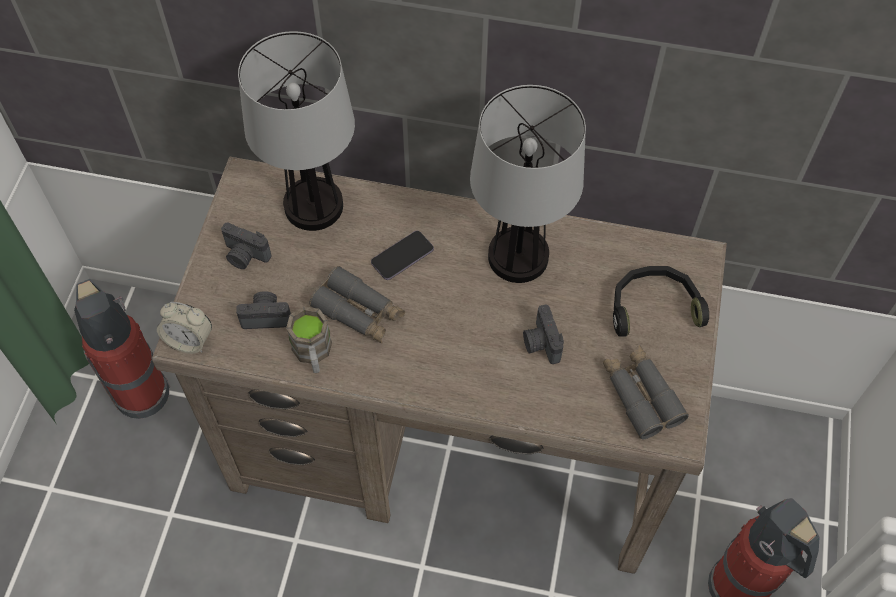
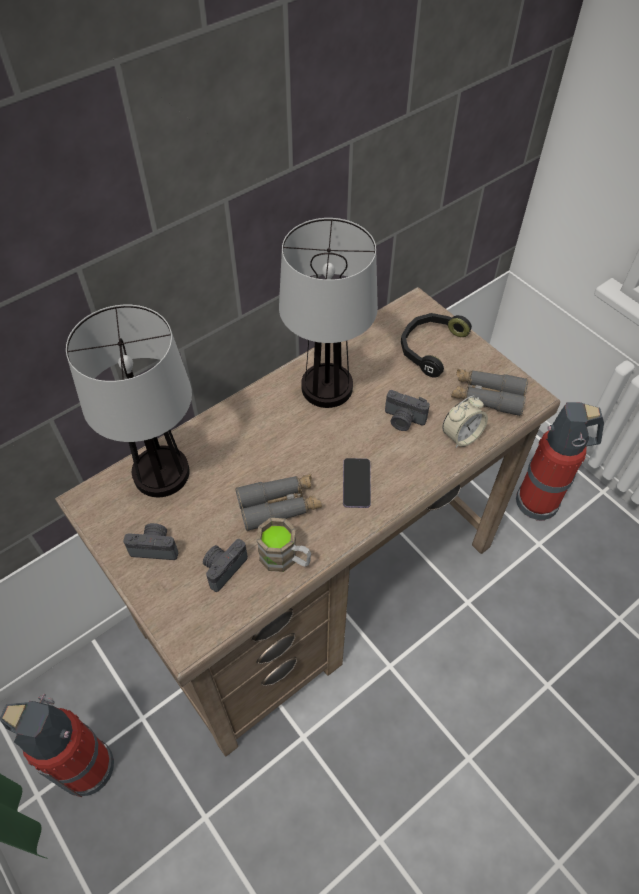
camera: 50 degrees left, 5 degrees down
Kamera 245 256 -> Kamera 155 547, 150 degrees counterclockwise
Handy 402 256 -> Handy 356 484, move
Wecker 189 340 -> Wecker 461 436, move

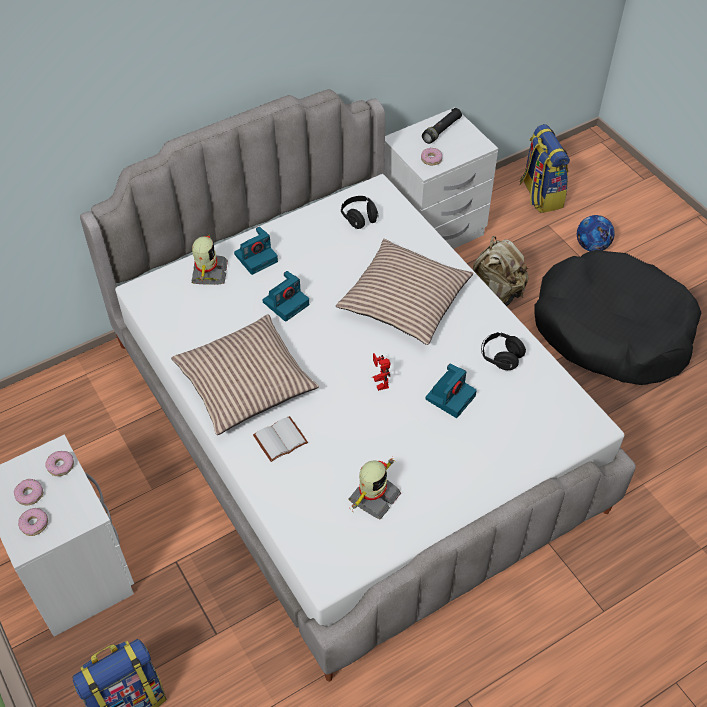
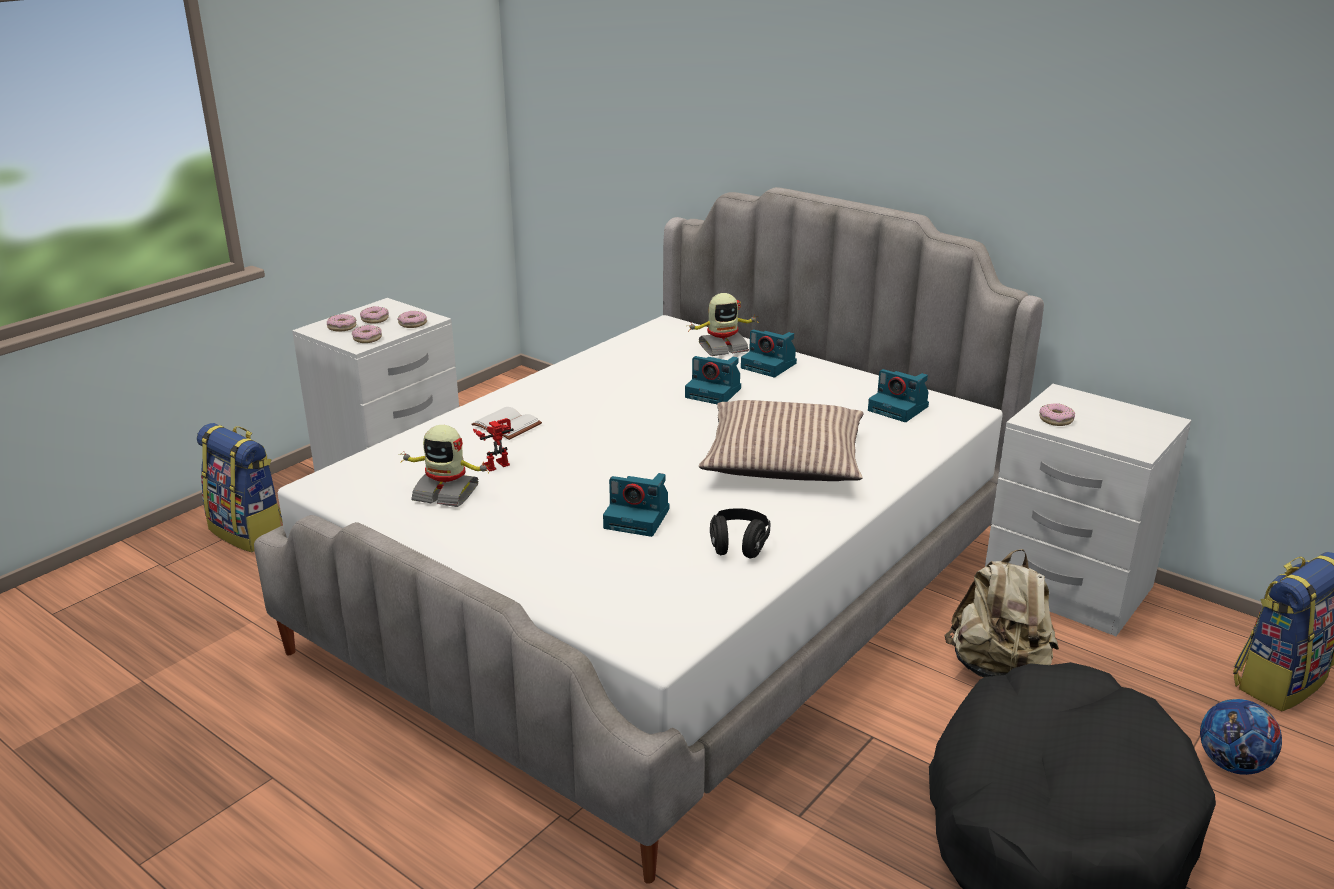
camera: 70 degrees right, 25 degrees down
Taschenlampe [schwarz] 441 130 -> none
Kopfhörer [schwarz] 359 218 -> Kamera 899 408
Kissen 245 382 -> none
Spielzeugroboter 378 382 -> Spielzeugroboter 496 463, move
none -> Donut 367 339

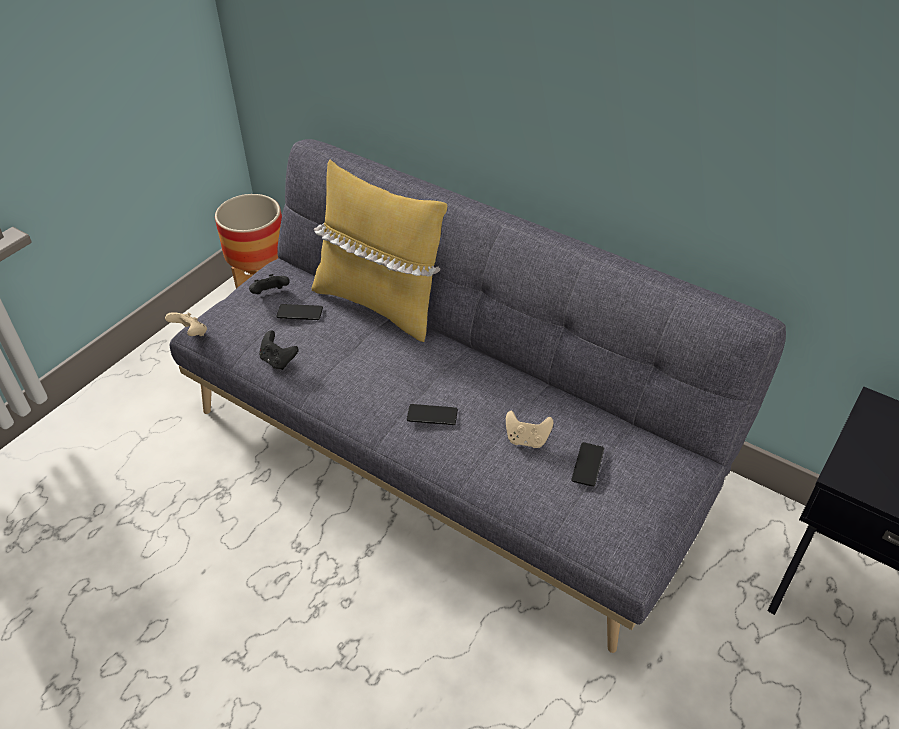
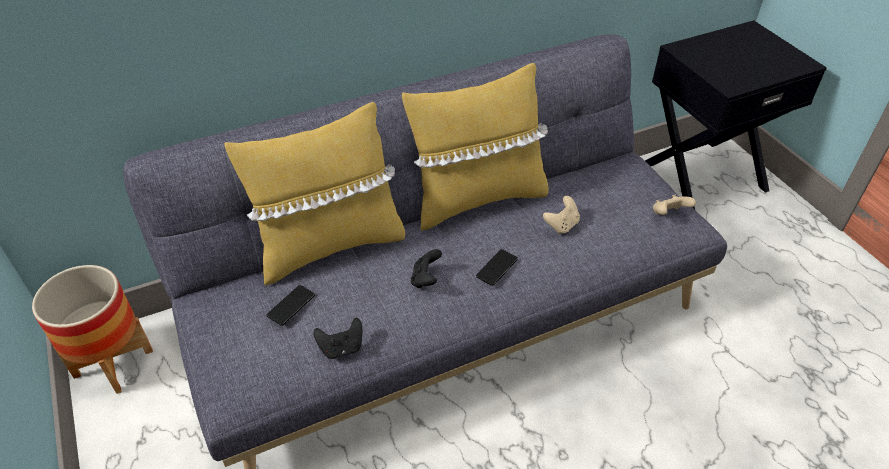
camera: 60 degrees left, 0 degrees up
Gamepad [schwarz] 270 294 -> Gamepad [schwarz] 426 279, move
Gamepad [beige] 191 334 -> Gamepad [beige] 668 214, move
Handy 587 465 -> none
none -> Kissen [gelb] 477 199

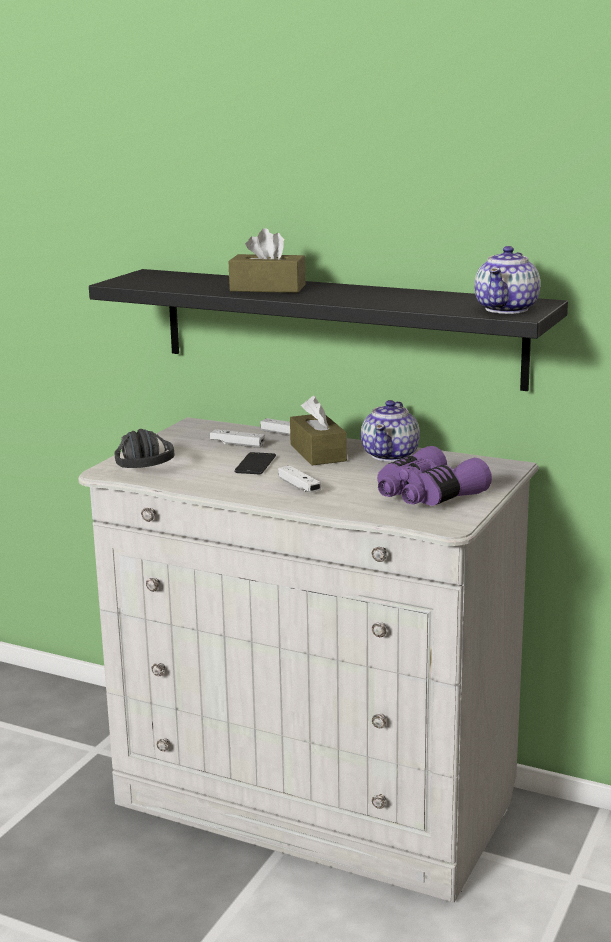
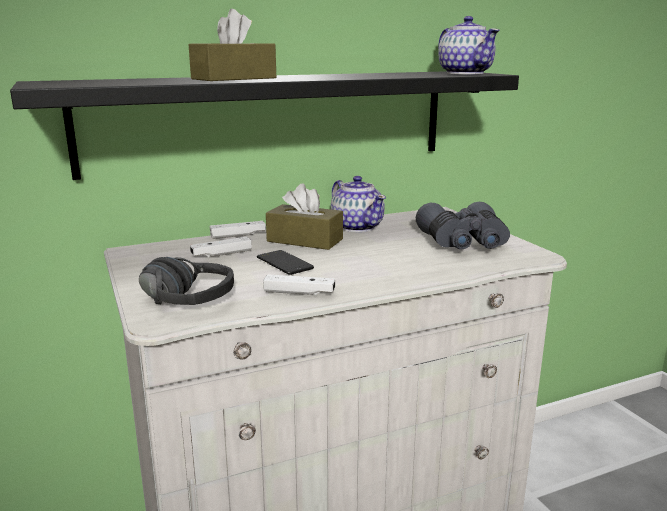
camera: 50 degrees left, 0 degrees up
Fernglas [lila] 427 496 -> Fernglas [grau] 463 243
Gamepad [weiß] 299 486 -> Gamepad [weiß] 299 292, move

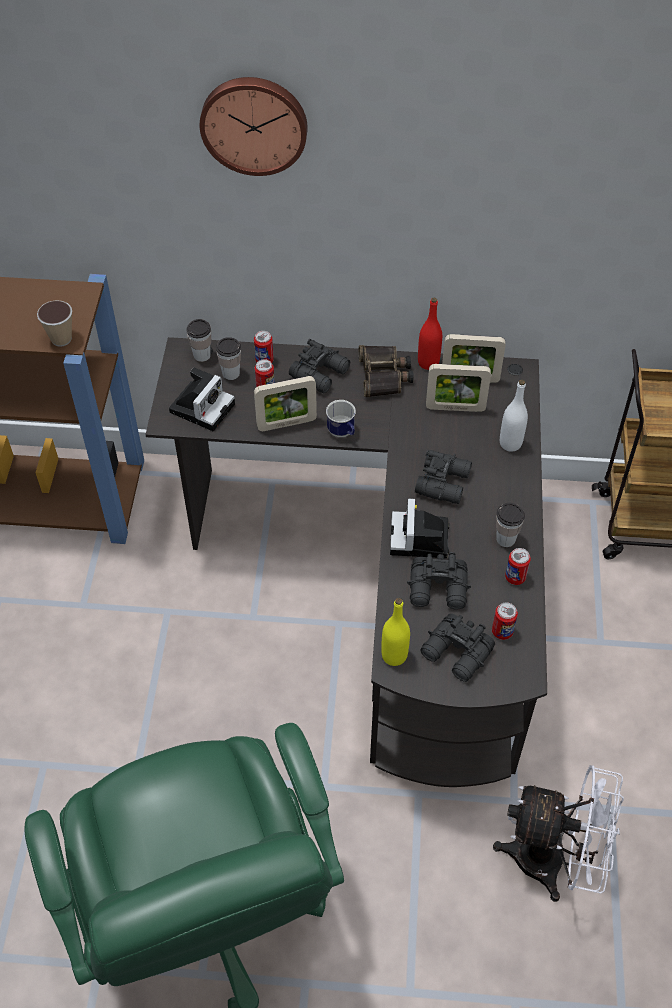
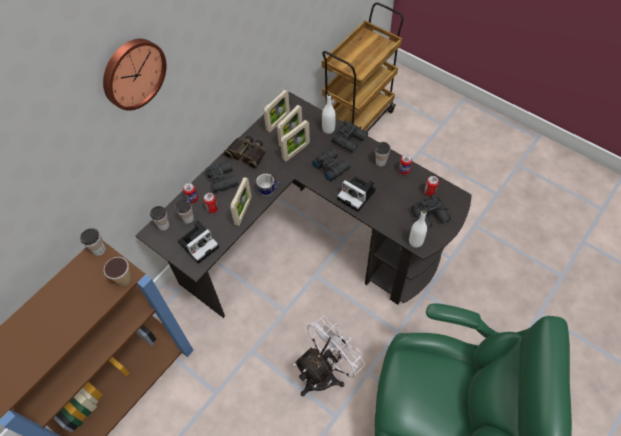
camera: 55 degrees left, 5 degrees up
Flasche [rot] 428 362 -> none
Kamera 203 406 -> Kamera 199 243, 75 degrees clockwise
Fernglas [schwarz] 439 590 -> Fernglas [schwarz] 350 140, move
Flasche [gelb] 394 655 -> Flasche [weiß] 415 241
Ventilator [weiß] 553 861 -> Ventilator [weiß] 325 372, move
none -> Bilderrahmen 296 152
none -> Tasse 99 250

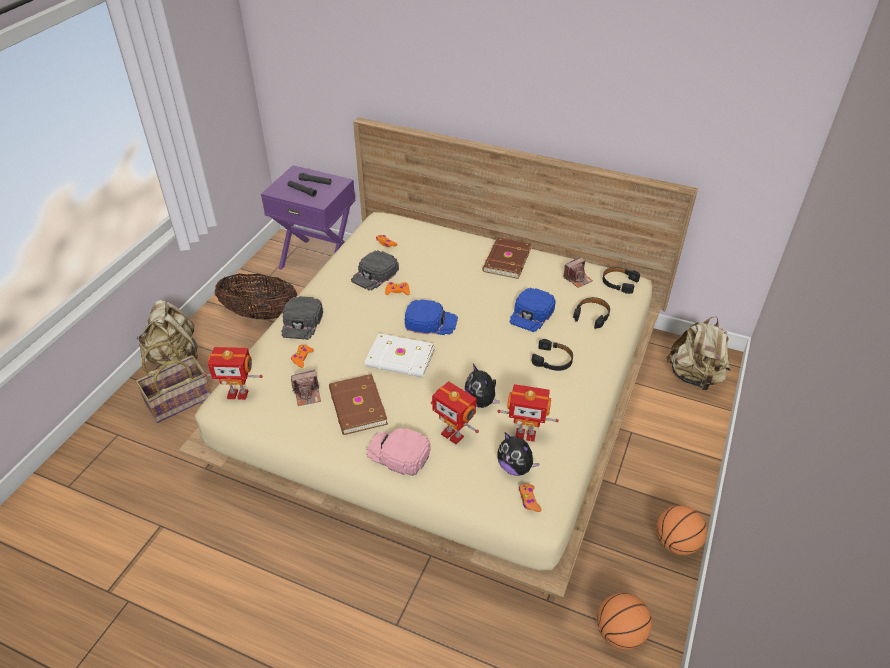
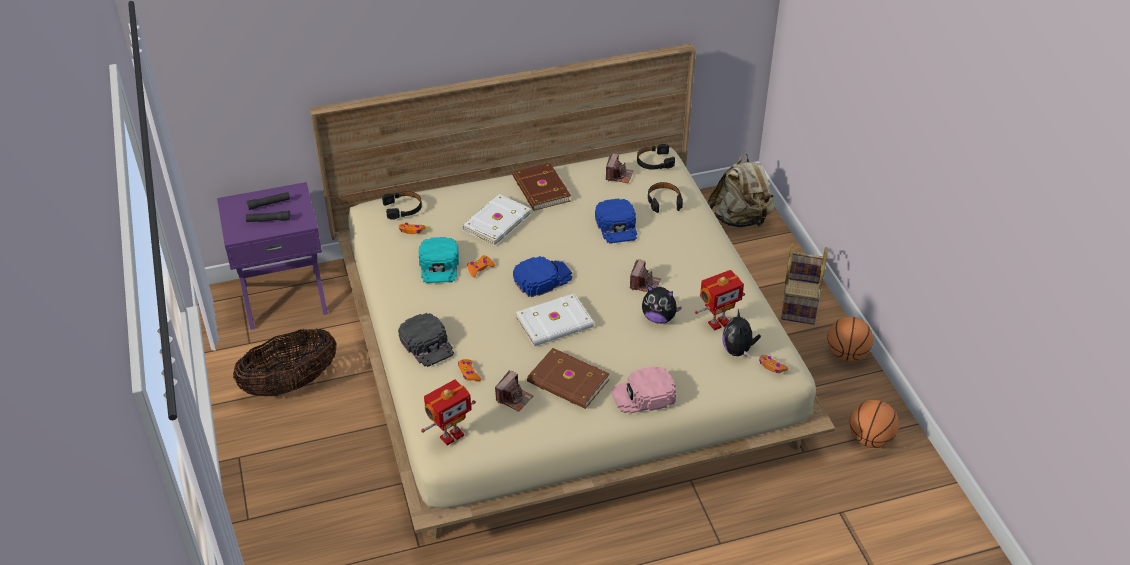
camera: 40 degrees left, 0 degrees up
Kappe [schwarz] 375 274 -> Kappe [türkis] 439 265
Rucksack [beige] 175 357 -> none
Kopfhörer [schwarz] 553 360 -> Kopfhörer [schwarz] 403 208, move
Korb 179 400 -> Korb 799 301, move
Spielzeugroboter 453 434 -> none
Plüschtier 515 467 -> Plüschtier 738 350, 90 degrees clockwise
none -> Buch [weiß] 495 222
none -> Kamera 644 284

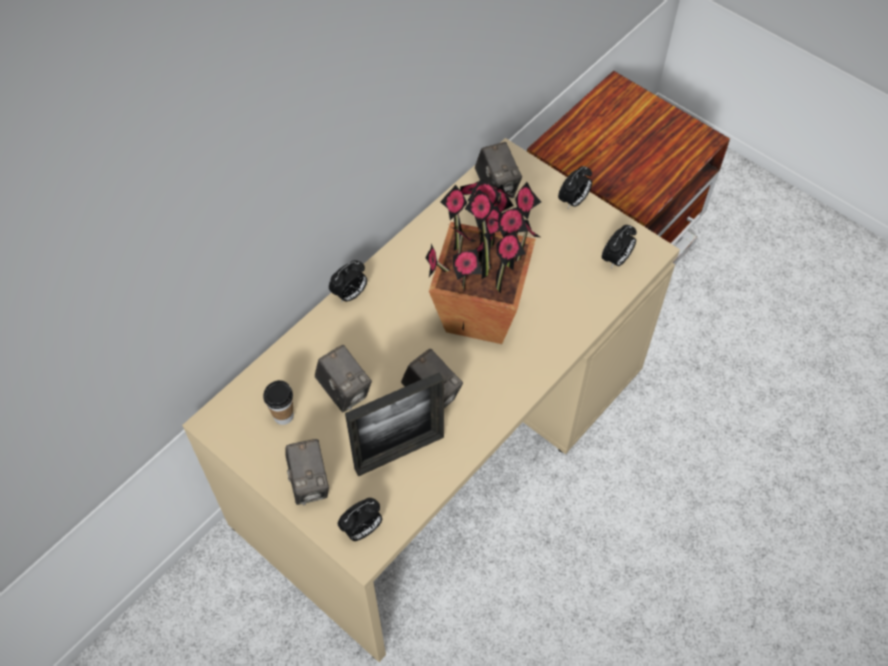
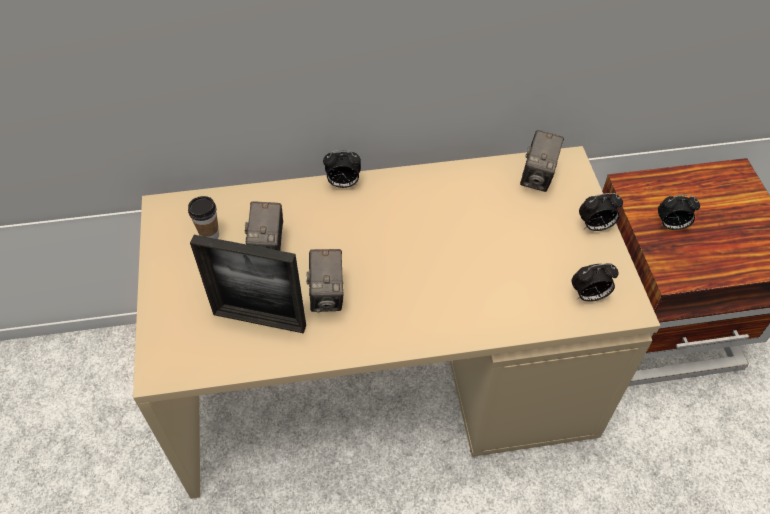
camera: 40 degrees right, 5 degrees down
Topfpflanze 480 313 -> none
Kamera 310 483 -> none
Wecker 362 529 -> Wecker 671 226, move

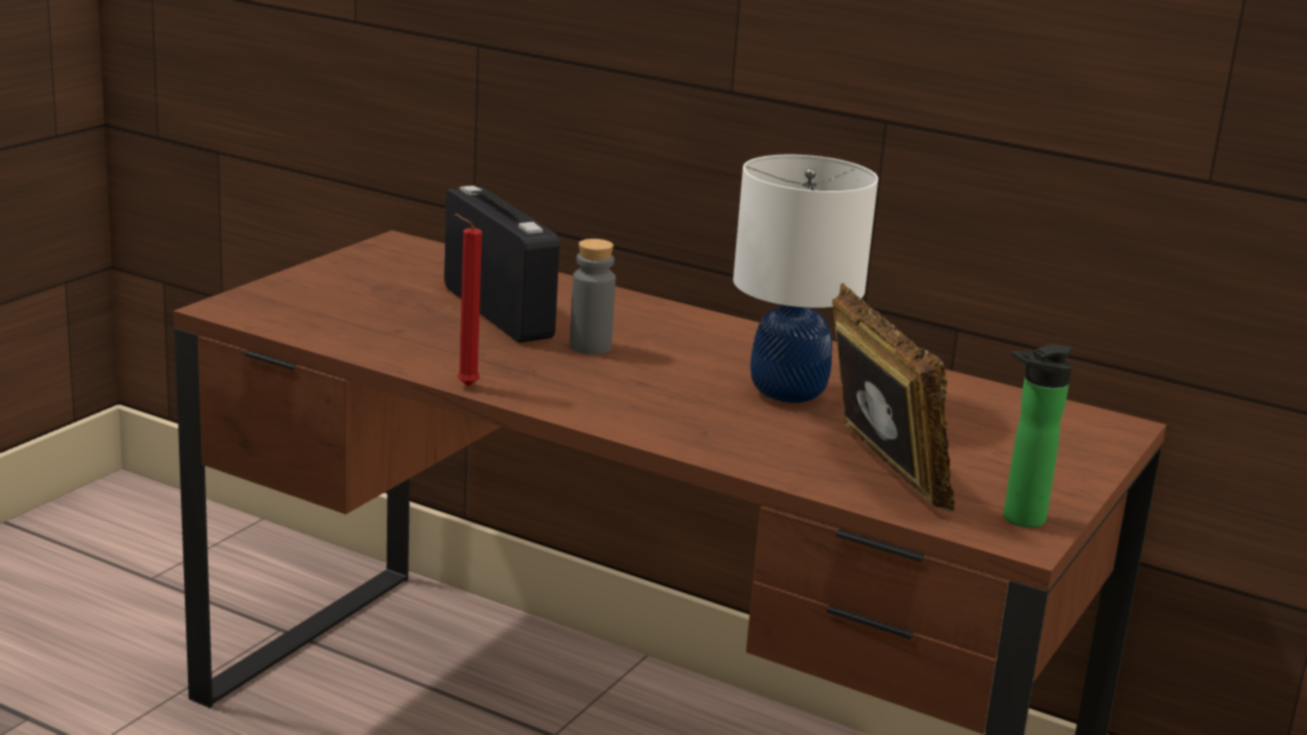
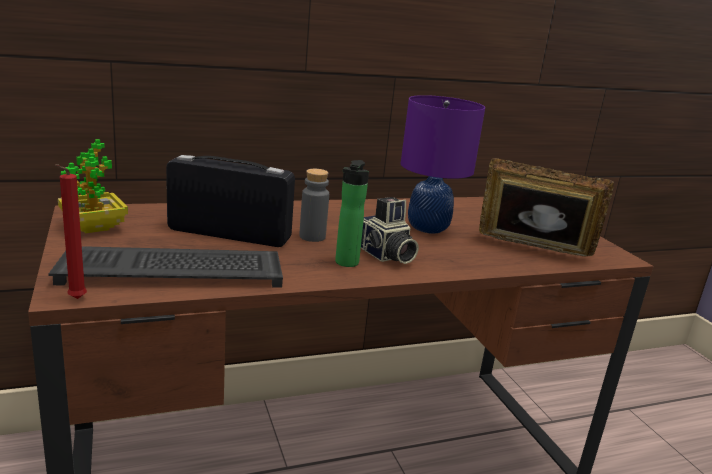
camera: 50 degrees left, 0 degrees up
Tischlampe [weiß] 785 393 -> Tischlampe [lila] 425 228
Kerze [rot] 464 386 -> Kerze [rot] 75 300, move
Flasche 1018 519 -> Flasche 345 264, move
none -> Topfpflanze 94 227
none -> Kamera 384 255
none -> Tastatur 176 269

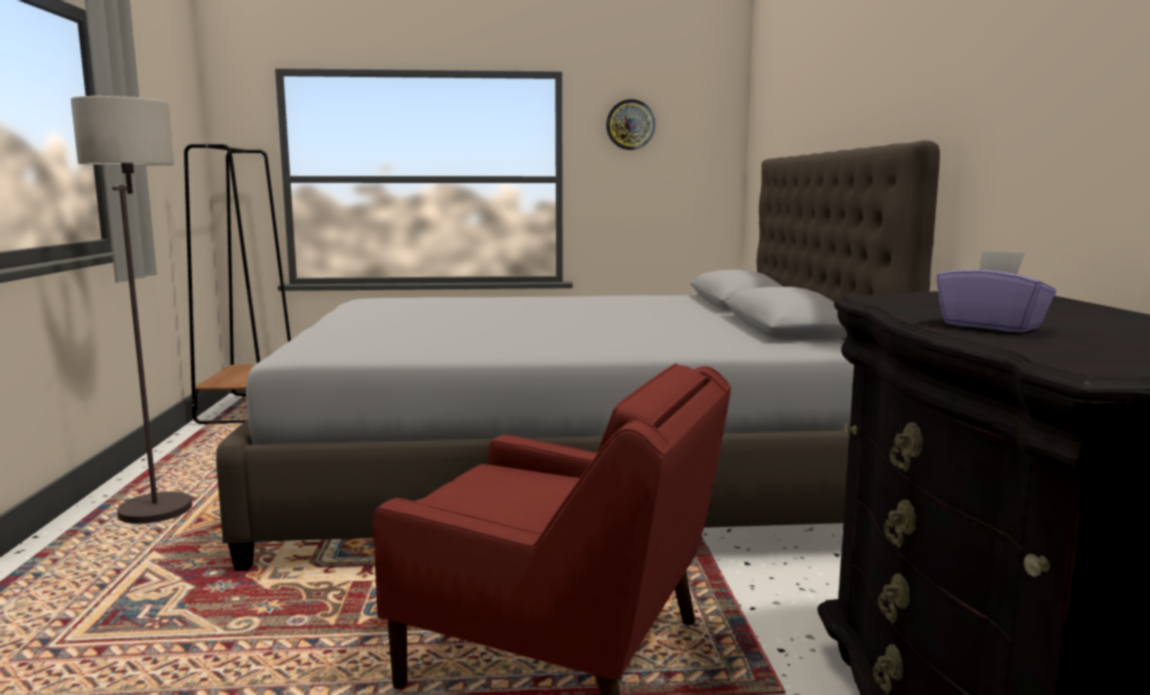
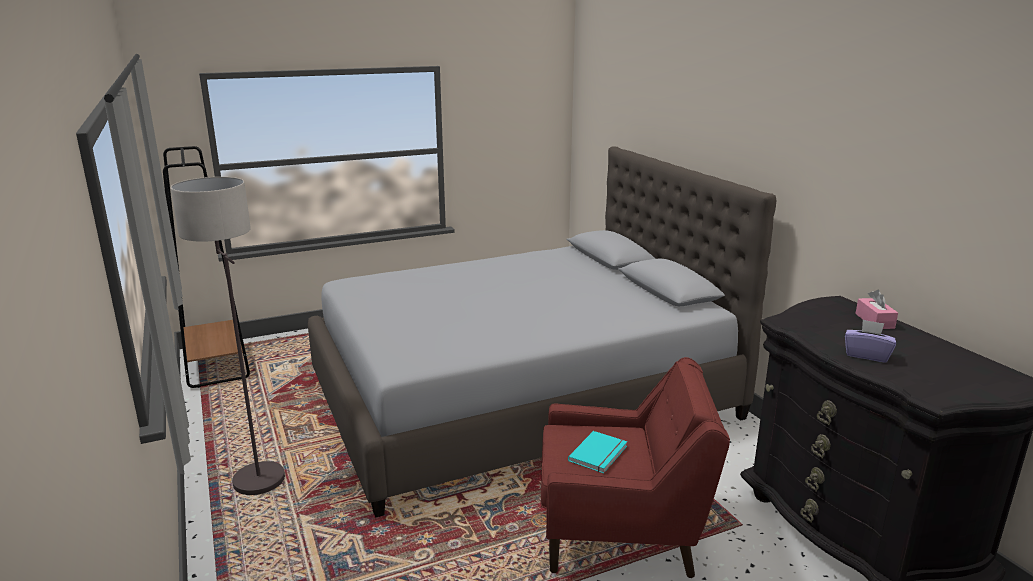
camera: 20 degrees left, 10 degrees up
Wanduhr 630 124 -> none
none -> Taschentuchbox [rosa] 874 321
none -> Buch [türkis] 599 454

